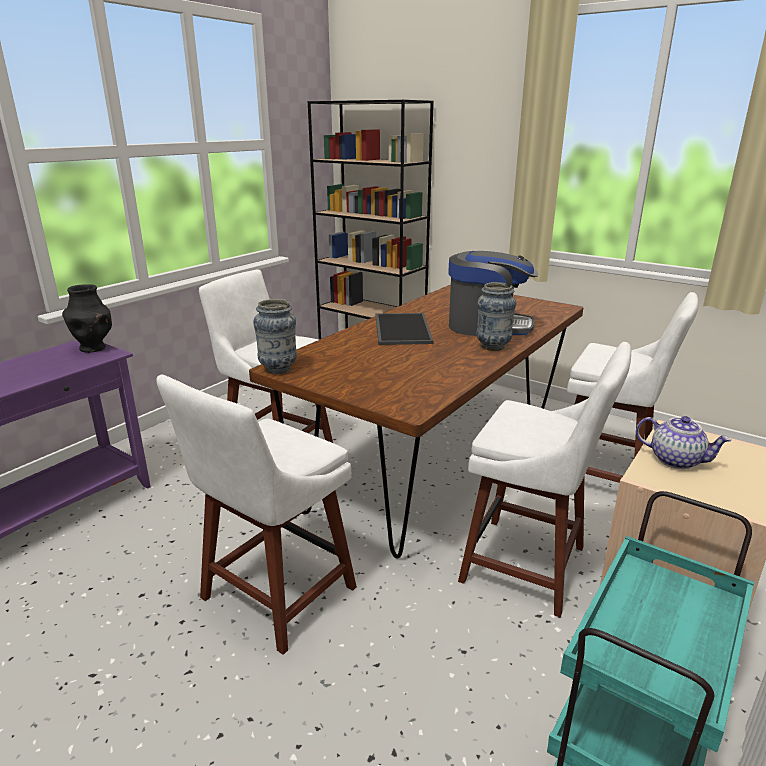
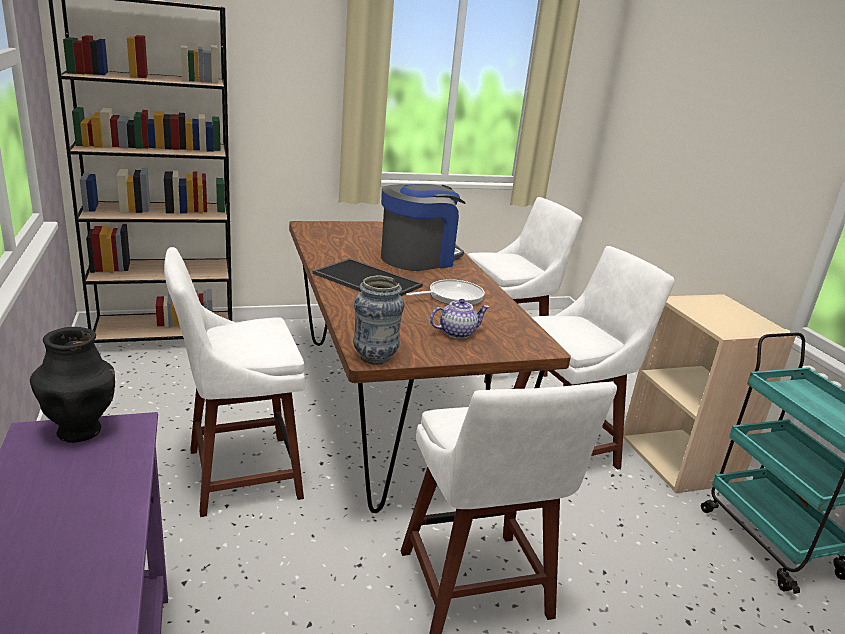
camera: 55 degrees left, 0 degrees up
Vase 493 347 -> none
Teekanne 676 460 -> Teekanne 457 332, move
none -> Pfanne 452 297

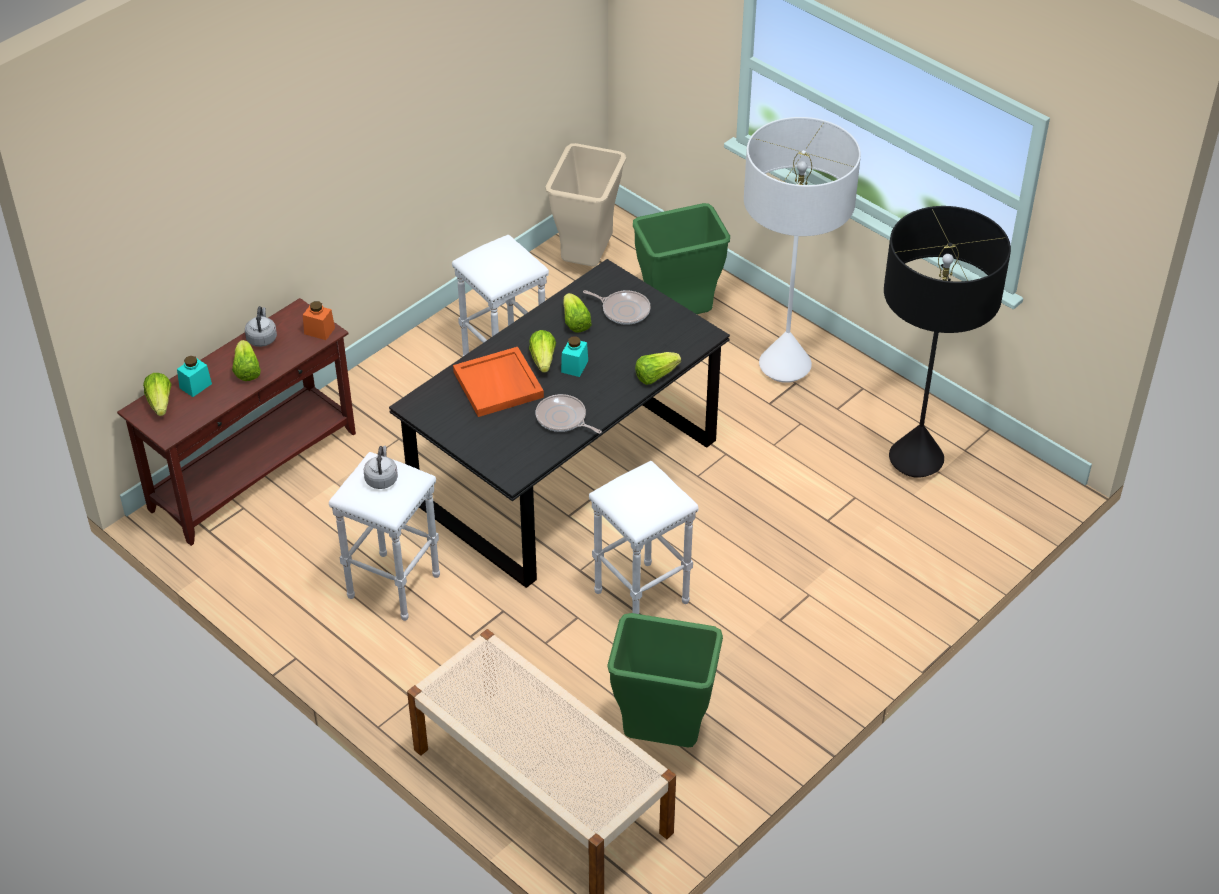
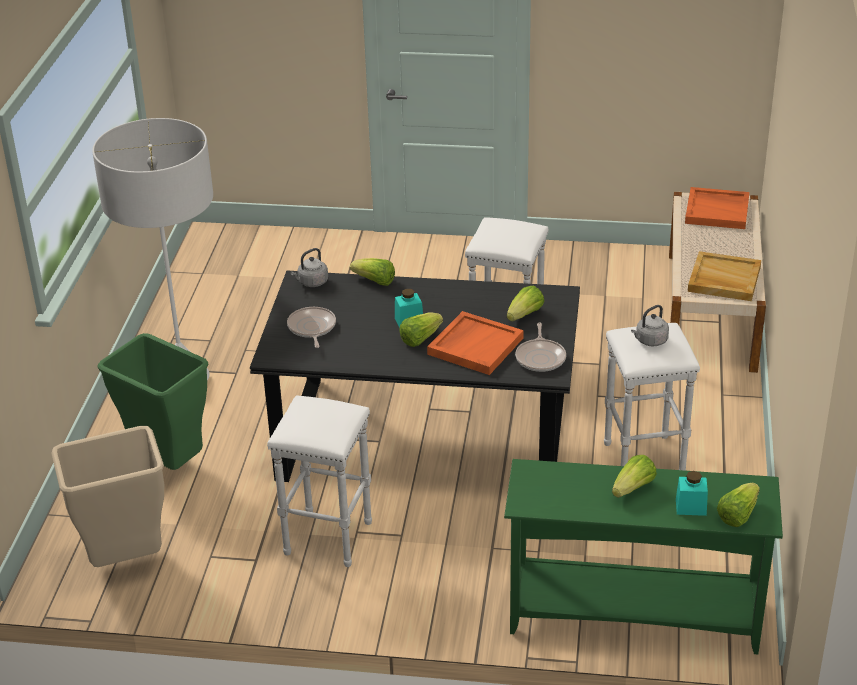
camera: 125 degrees left, 10 degrees down
Stehlampe [schwarz] 915 462 -> none
Salatkopf 575 322 -> Salatkopf 525 315, move
Konsolentisch [braun] 254 470 -> Konsolentisch [grün] 632 615
Vorratsglas [orange] 319 331 -> none
Wasserkessel [grau] 262 338 -> Wasserkessel [grau] 311 282, move
Pfanne 563 419 -> Pfanne 540 357, move
Mülleimer [grün] 661 739 -> none
none -> Tablett [orange] 717 211
none -> Tablett [beige] 723 279

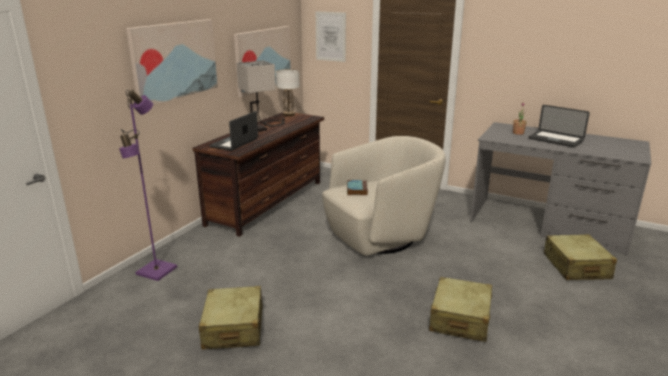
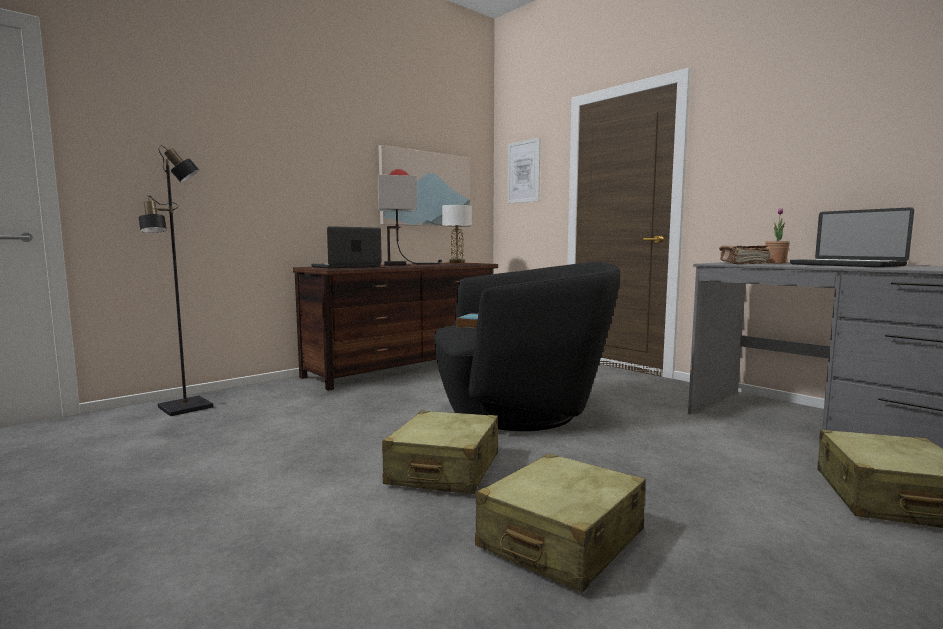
camera: 20 degrees right, 15 degrees down
Bild 174 60 -> none
Stehlampe [lila] 156 271 -> Stehlampe [schwarz] 185 407
Sessel [beige] 381 236 -> Sessel [schwarz] 521 412
Koffer [beige] 233 328 -> Koffer [beige] 444 469, move
none -> Buch [braun] 742 263

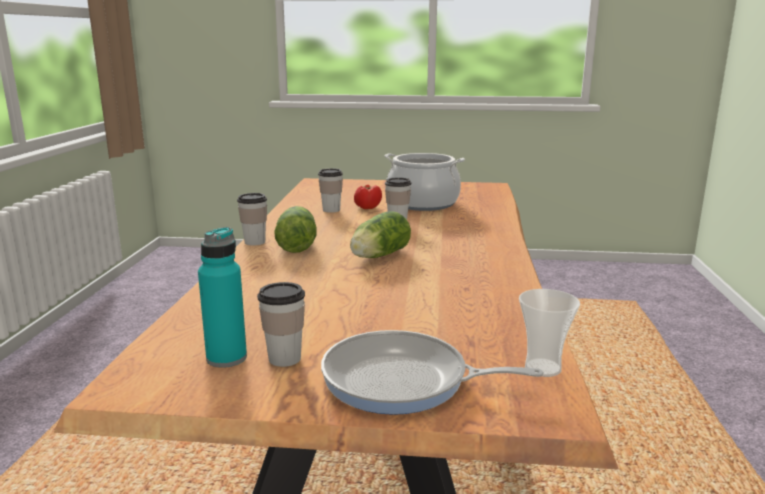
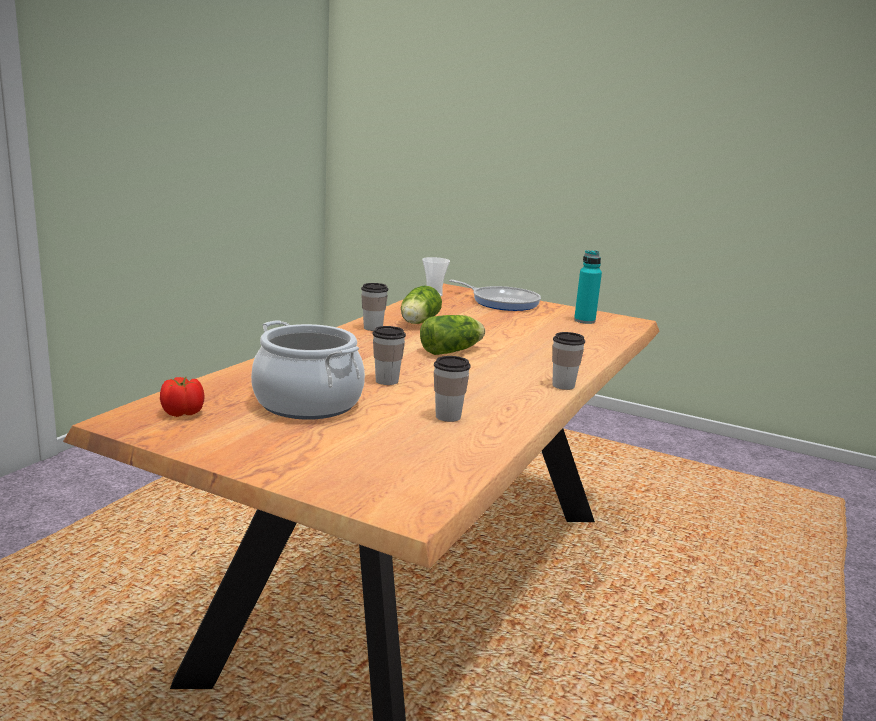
camera: 160 degrees left, 0 degrees up
Tomate 367 207 -> Tomate 183 413, move
Salatkopf 297 244 -> Salatkopf 417 323, move
Tasse 284 358 -> Tasse 373 328, move

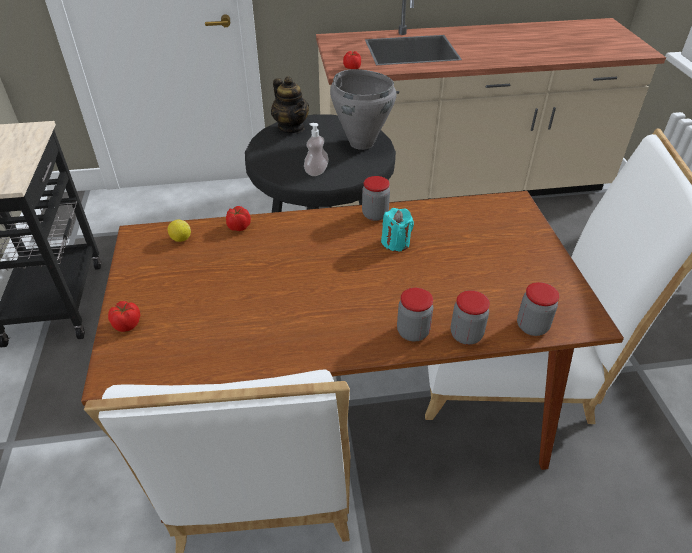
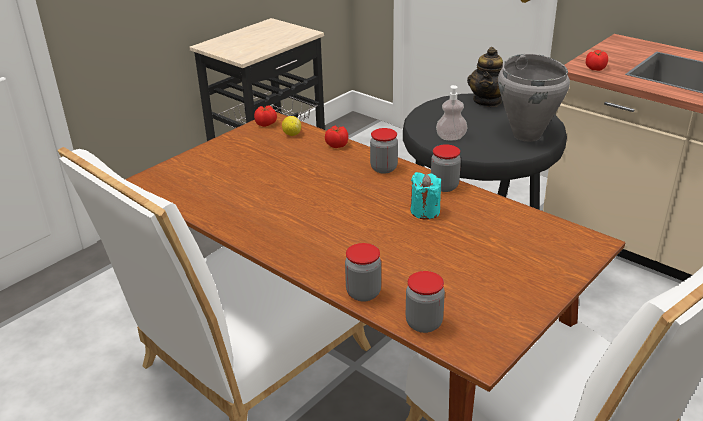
camera: 50 degrees right, 10 degrees down
Vorratsglas 413 332 -> Vorratsglas 384 168, move
Tomate 128 324 -> Tomate 266 124, move

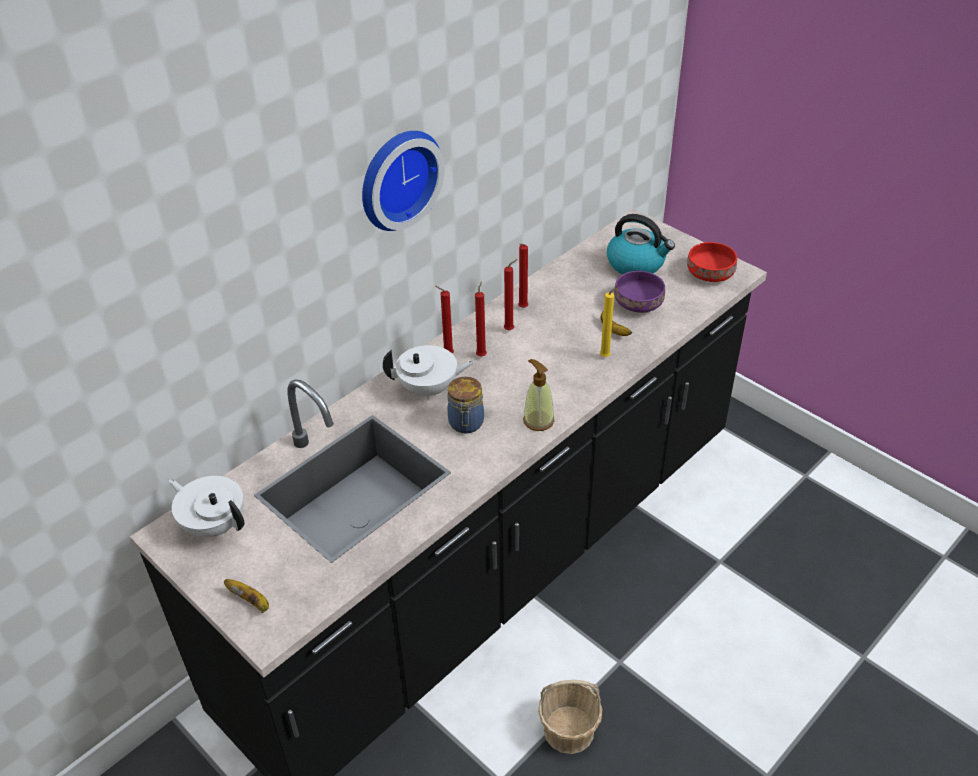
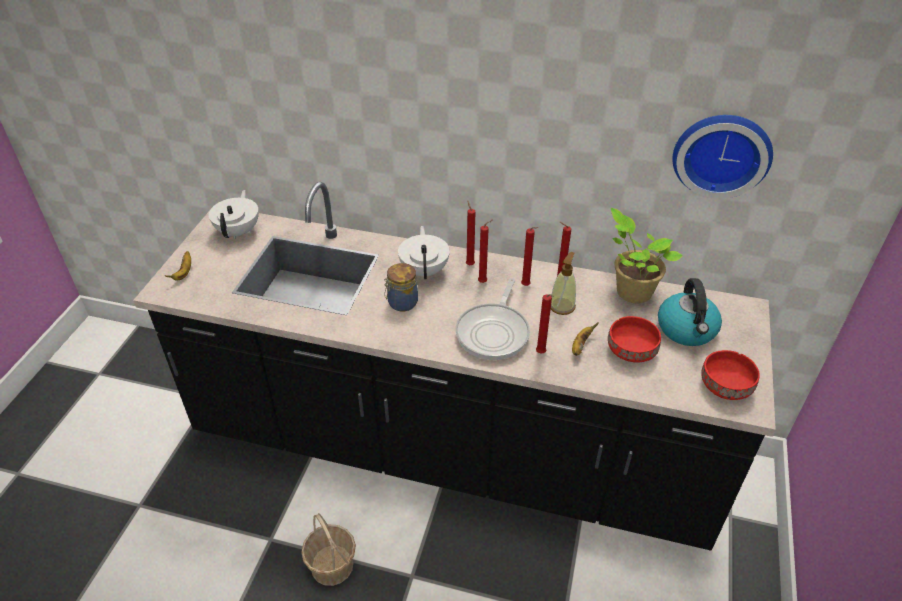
camera: 60 degrees right, 0 degrees up
Wanduhr 396 178 -> Wanduhr 721 153, move
Schüssel [lila] 639 304 -> Schüssel [rot] 631 351
Kerze [gelb] 606 357 -> Kerze [rot] 541 354
Teekanne [weiß] 429 389 -> Teekanne [weiß] 424 270, 150 degrees counterclockwise
Seifenspender 538 420 -> Seifenspender 562 306, move
none -> Topfpflanze 631 291
none -> Pfanne 494 332

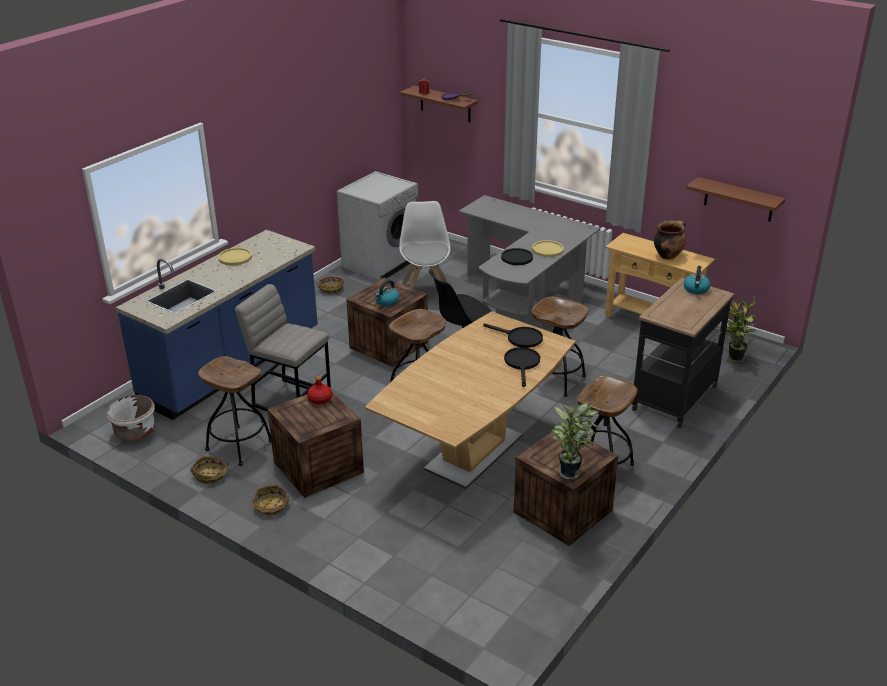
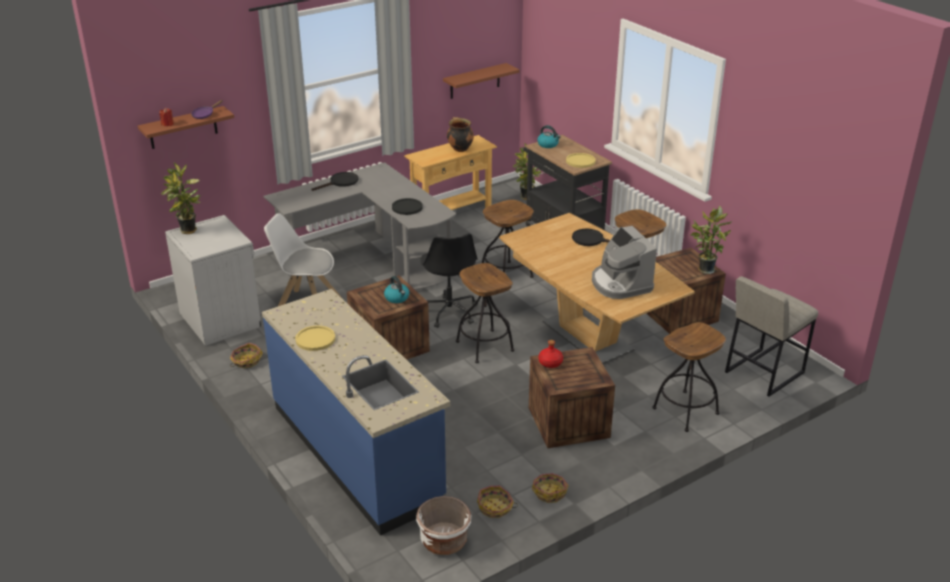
camera: 70 degrees left, 0 degrees up
Teller [gelb] 547 249 -> Teller [gelb] 580 161, move
Stuhl [grau] 290 400 -> Stuhl [grau] 763 373, move
Pfanne [schwarz] 520 338 -> Pfanne [schwarz] 340 182, move
Hocker [braun] 239 445 -> Hocker [braun] 685 411, move
Korb 271 506 -> Korb 495 508, move
none -> Topfpflanze 188 231
none -> Kaffeemaschine 620 284

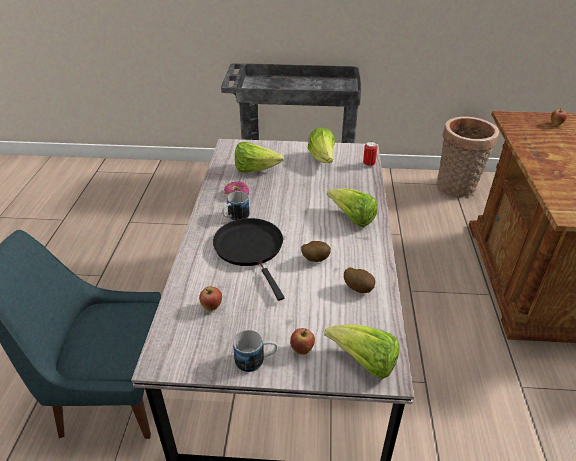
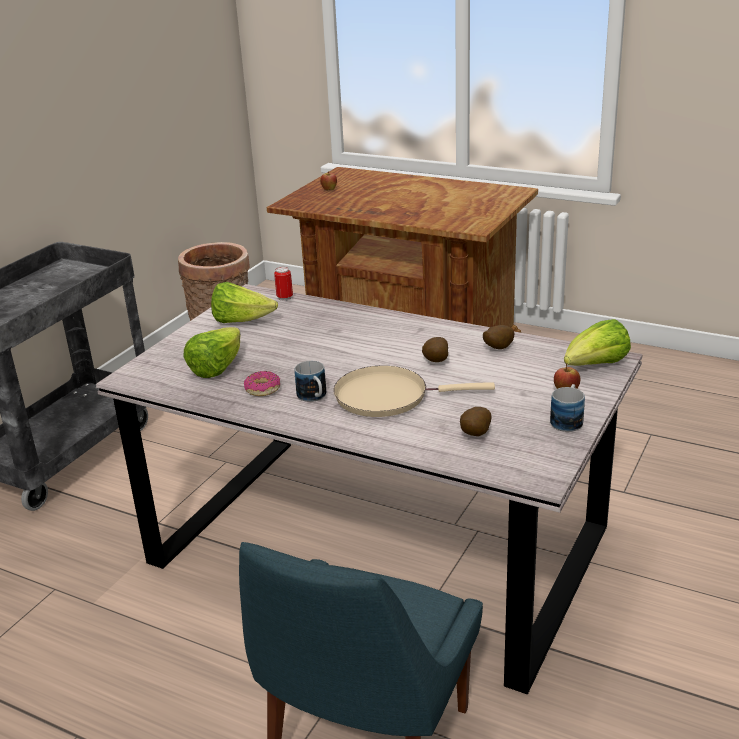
camera: 65 degrees left, 10 degrees down
Salatkopf 352 218 -> none
Pfanne [schwarz] 251 249 -> Pfanne [beige] 388 396
Apfel 212 307 -> Kartoffel 474 435

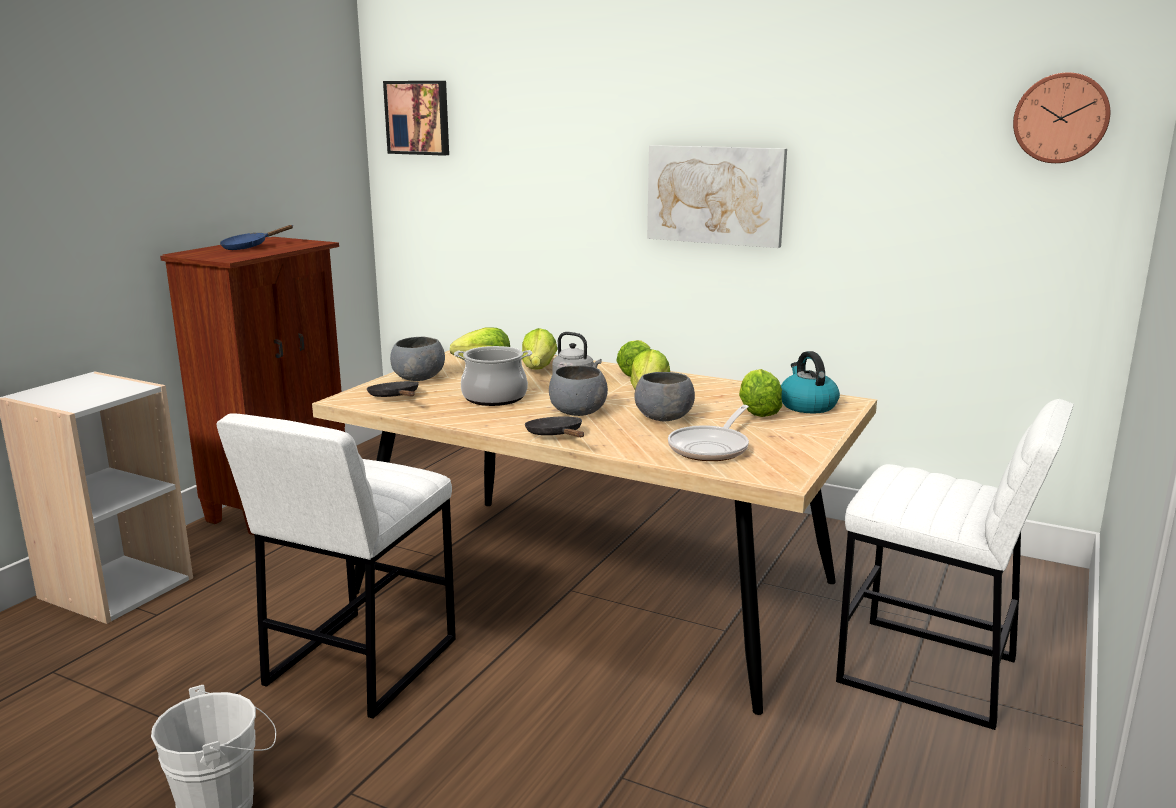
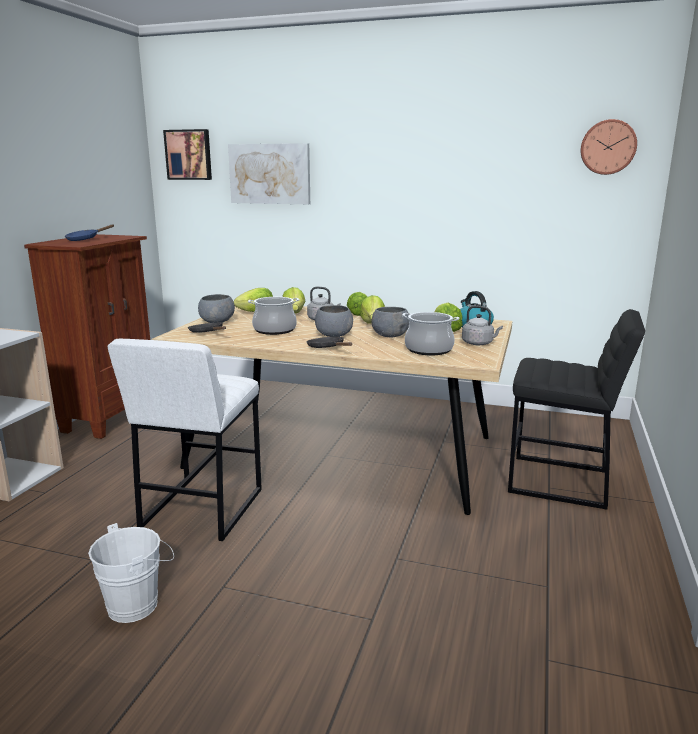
camera: 10 degrees left, 0 degrees up
Bild 715 195 -> Bild 270 174, move
Stuhl [weiß] 932 672 -> Stuhl [schwarz] 561 482
Pfanne 711 448 -> Kochtopf 429 349
none -> Wasserkessel [grau] 479 343

